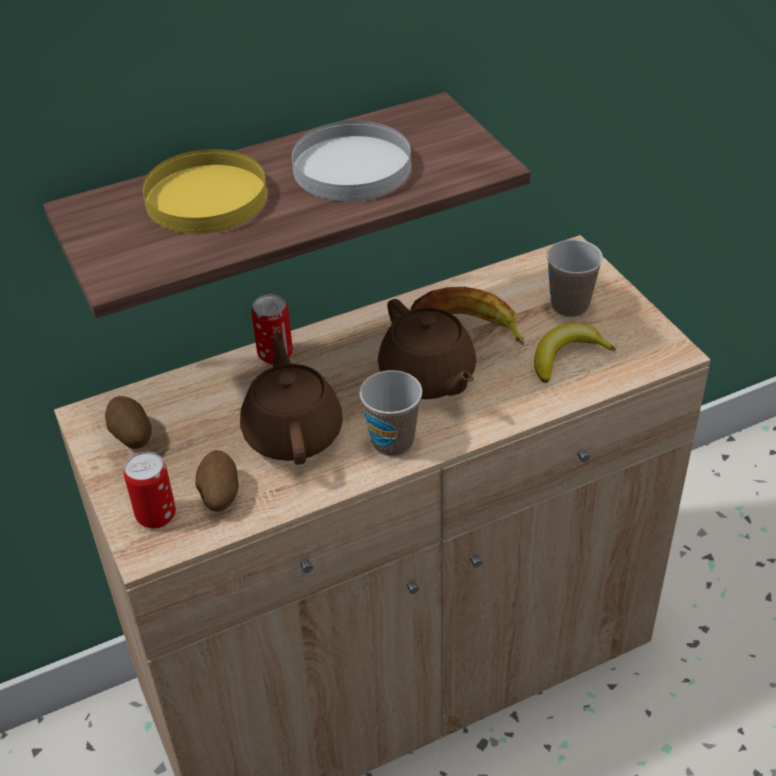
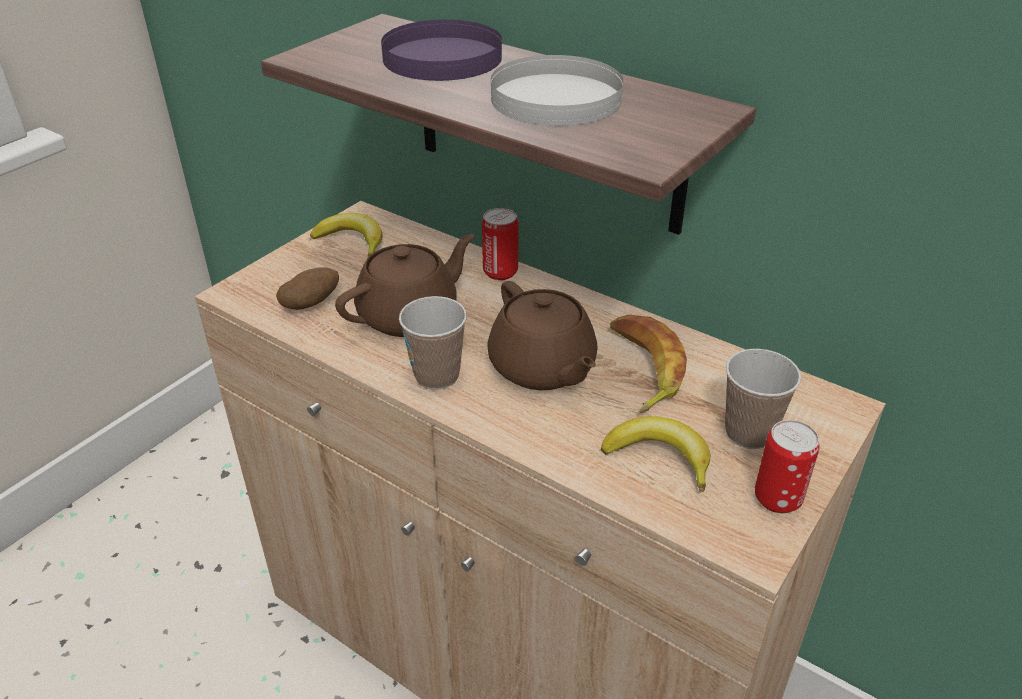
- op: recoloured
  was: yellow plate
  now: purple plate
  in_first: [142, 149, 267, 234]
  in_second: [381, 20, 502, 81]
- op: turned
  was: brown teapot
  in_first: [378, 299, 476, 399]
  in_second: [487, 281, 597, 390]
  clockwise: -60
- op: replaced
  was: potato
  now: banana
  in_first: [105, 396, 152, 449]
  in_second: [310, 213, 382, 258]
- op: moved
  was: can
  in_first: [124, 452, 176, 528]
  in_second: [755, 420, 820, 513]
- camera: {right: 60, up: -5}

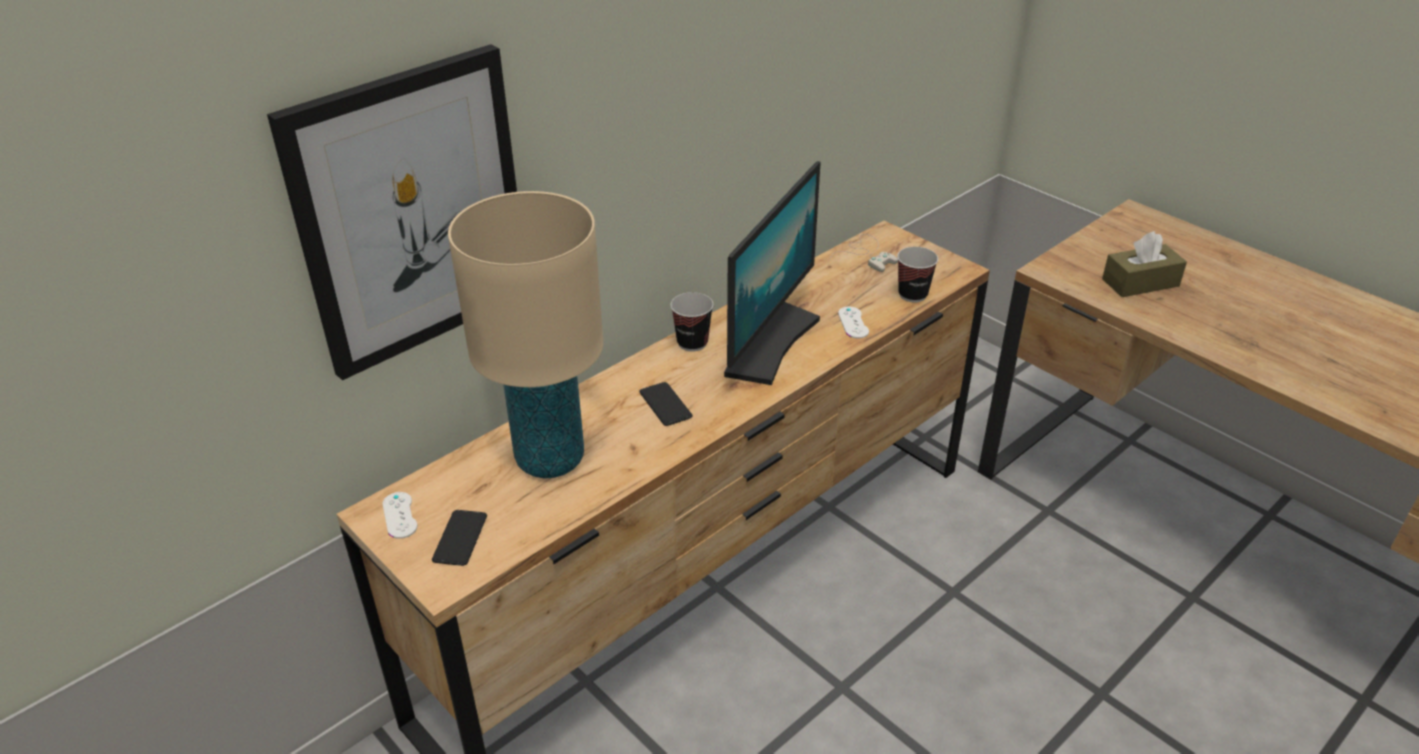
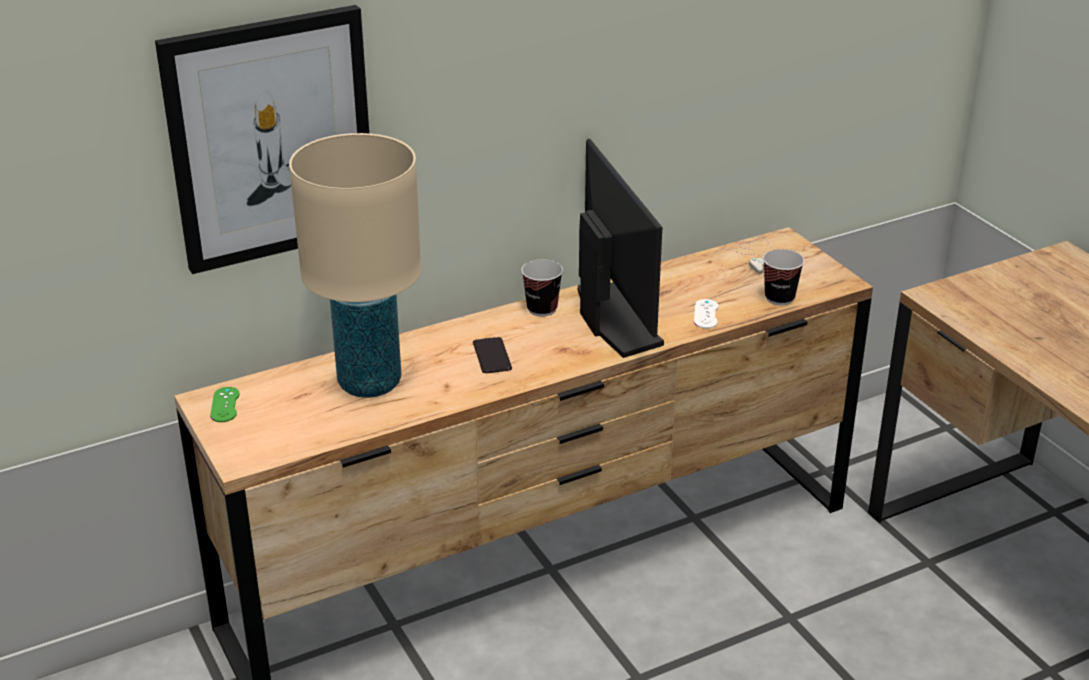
- op: turned
  was: monitor
  in_first: [724, 161, 821, 385]
  in_second: [578, 139, 664, 358]
  clockwise: -60
- op: removed
  was: brown tissue box
  in_first: [1102, 231, 1187, 297]
- op: recoloured
  was: white game controller
  now: green game controller
  in_first: [382, 492, 417, 539]
  in_second: [210, 387, 240, 422]
- op: removed
  was: phone
  in_first: [432, 510, 487, 566]
- camera: {right: 15, up: -5}

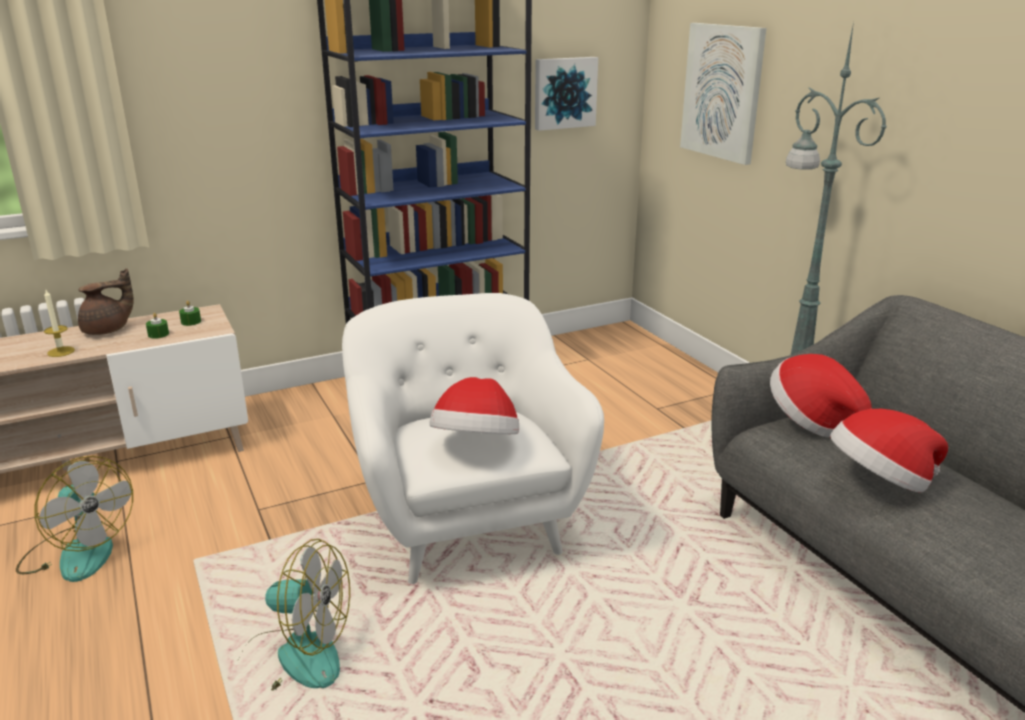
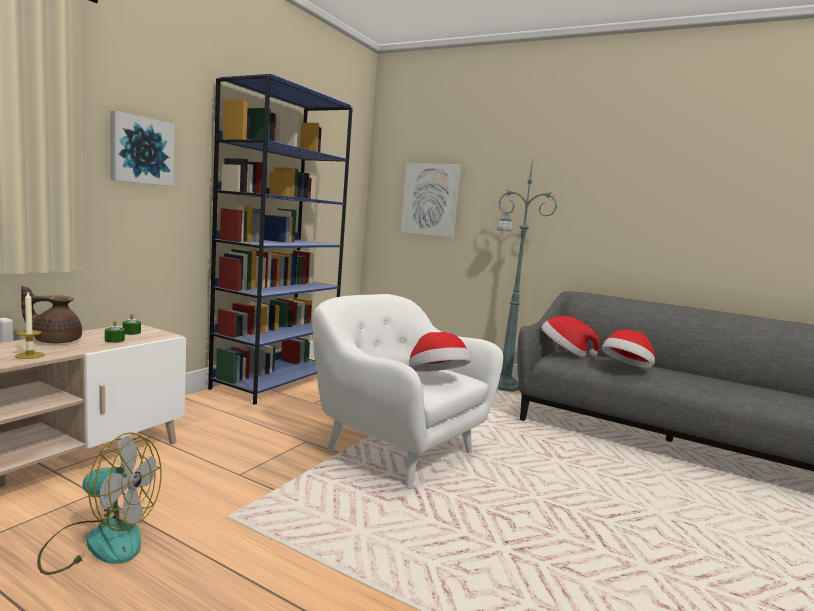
- op: moved
  was: picture
  in_first: [535, 57, 598, 131]
  in_second: [110, 111, 174, 186]
- op: turned
  was: brown teapot
  in_first: [78, 268, 134, 335]
  in_second: [21, 286, 82, 344]
  clockwise: -120
- op: removed
  was: fan
  in_first: [237, 539, 350, 691]
- camera: {right: -35, up: -15}

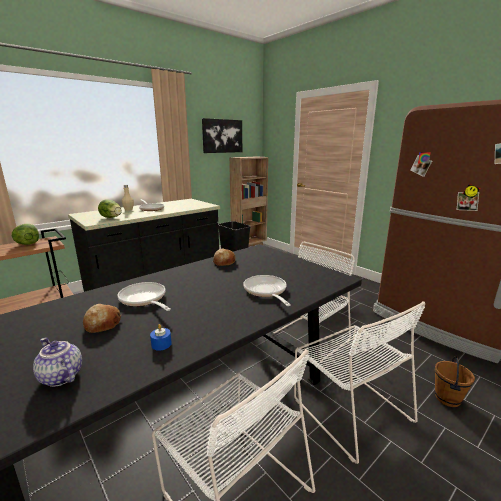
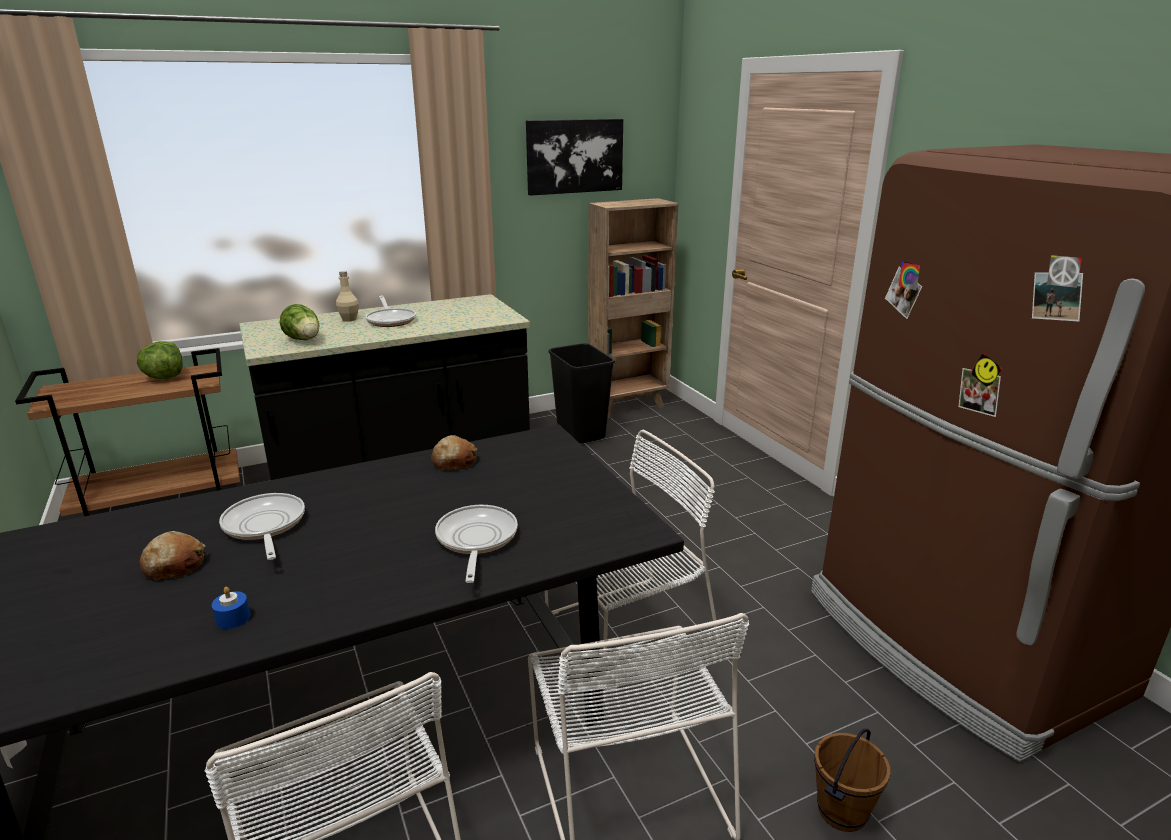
- op: removed
  was: teapot
  in_first: [33, 337, 82, 387]
- camera: {right: 15, up: 5}

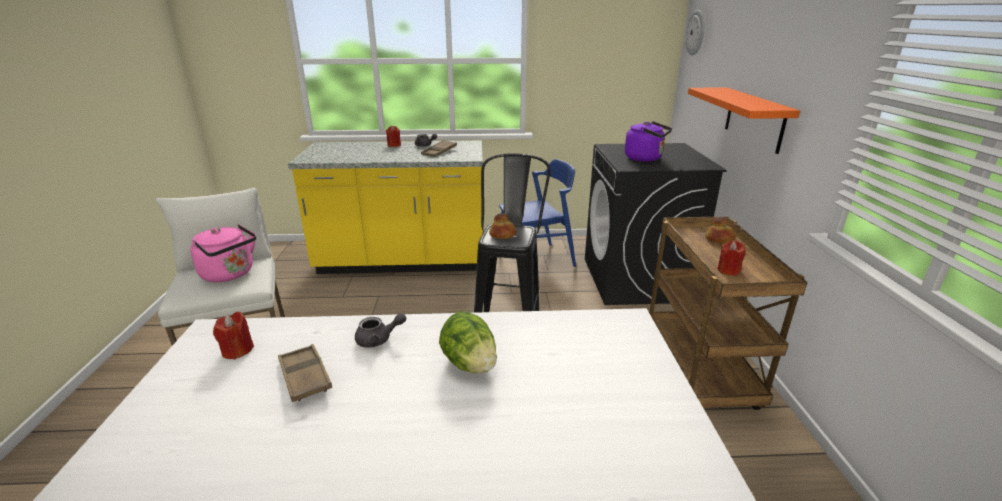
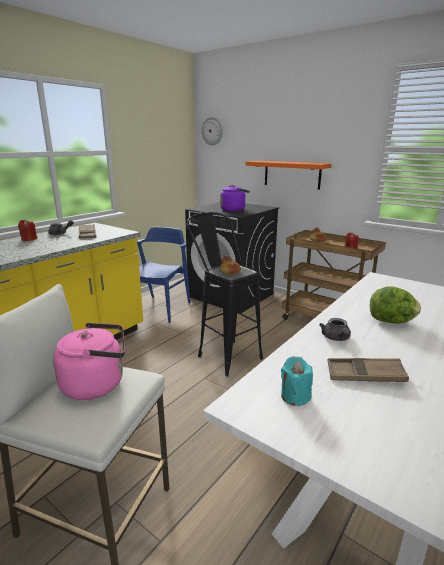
- op: recoloured
  was: red candle
  now: turquoise candle
  in_first: [213, 312, 254, 360]
  in_second: [281, 356, 313, 406]
- op: turned
  was: grey teapot
  in_first: [355, 313, 407, 348]
  in_second: [319, 318, 351, 341]
  clockwise: 150
- camera: {right: -50, up: -5}

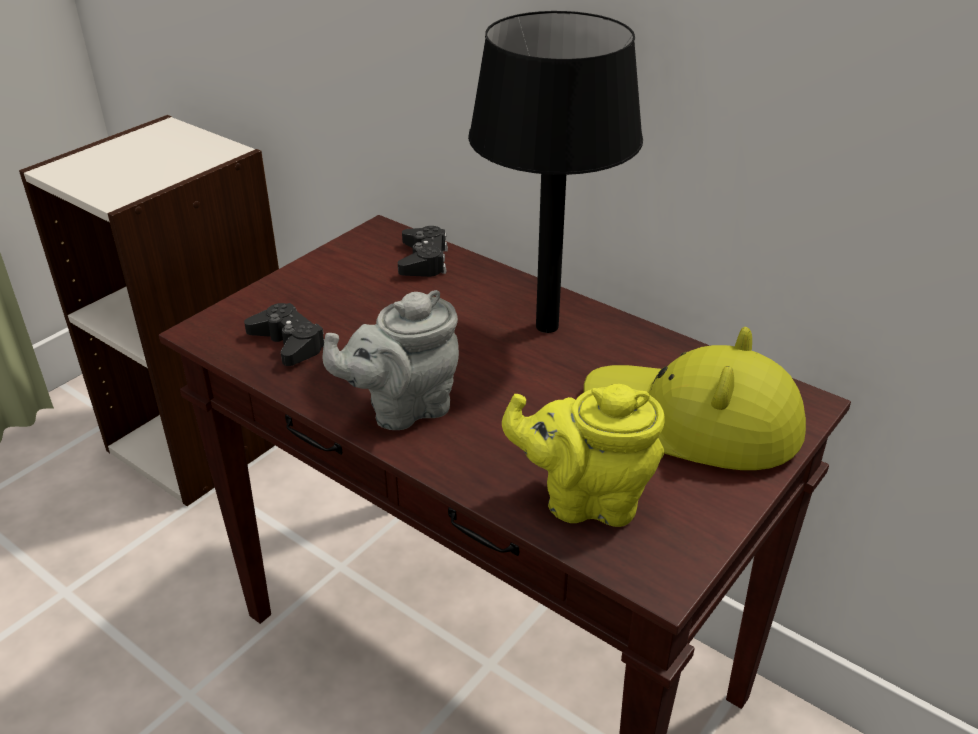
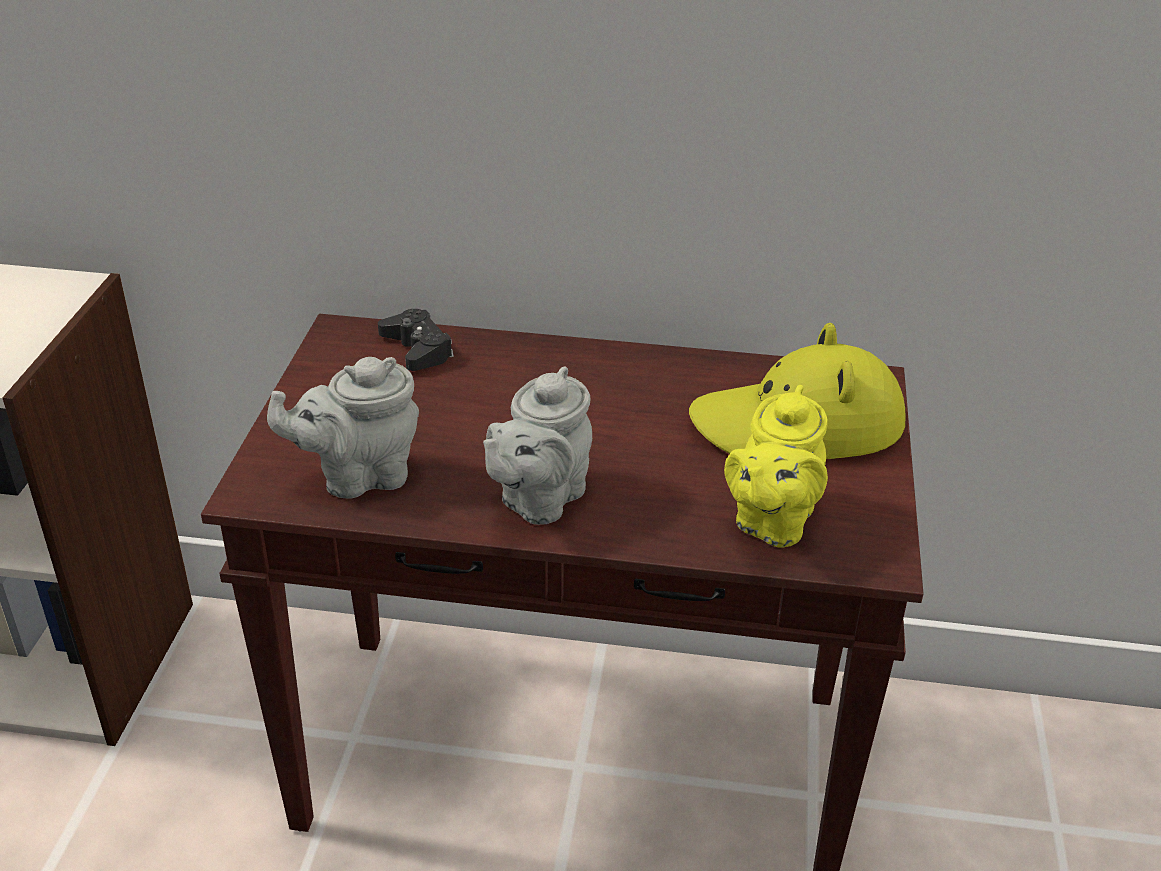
- op: removed
  was: black table lamp
  in_first: [468, 11, 643, 333]
- op: replaced
  was: black game controller
  now: grey teapot
  in_first: [244, 303, 325, 366]
  in_second: [267, 357, 419, 499]
- op: turned
  was: yellow teapot
  in_first: [502, 384, 665, 527]
  in_second: [724, 385, 828, 548]
  clockwise: -45
- camera: {right: -30, up: 0}

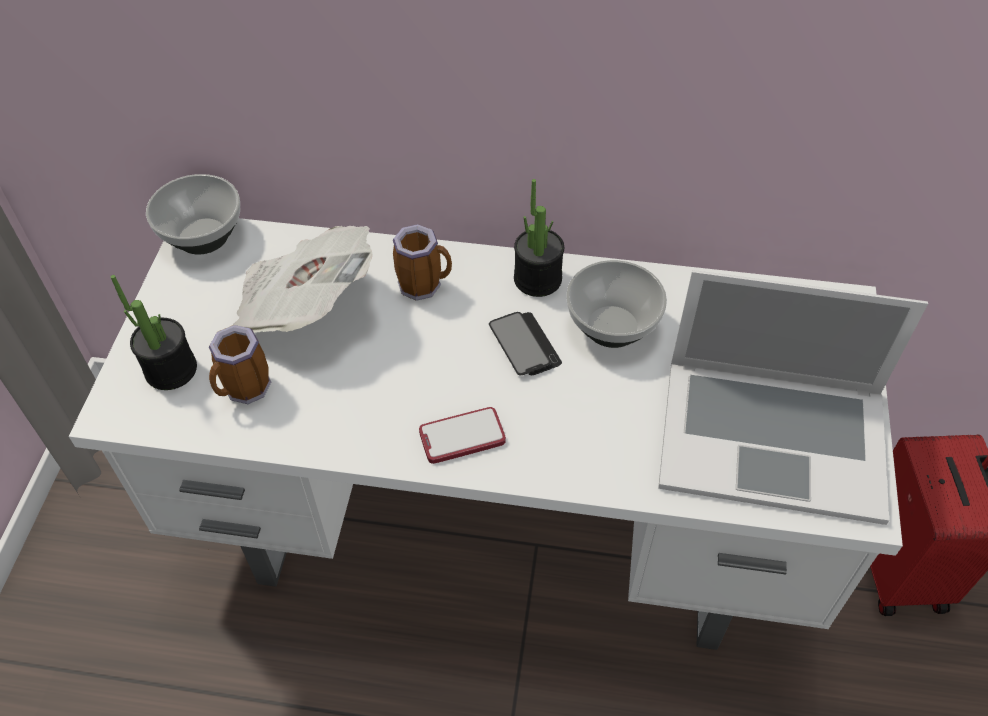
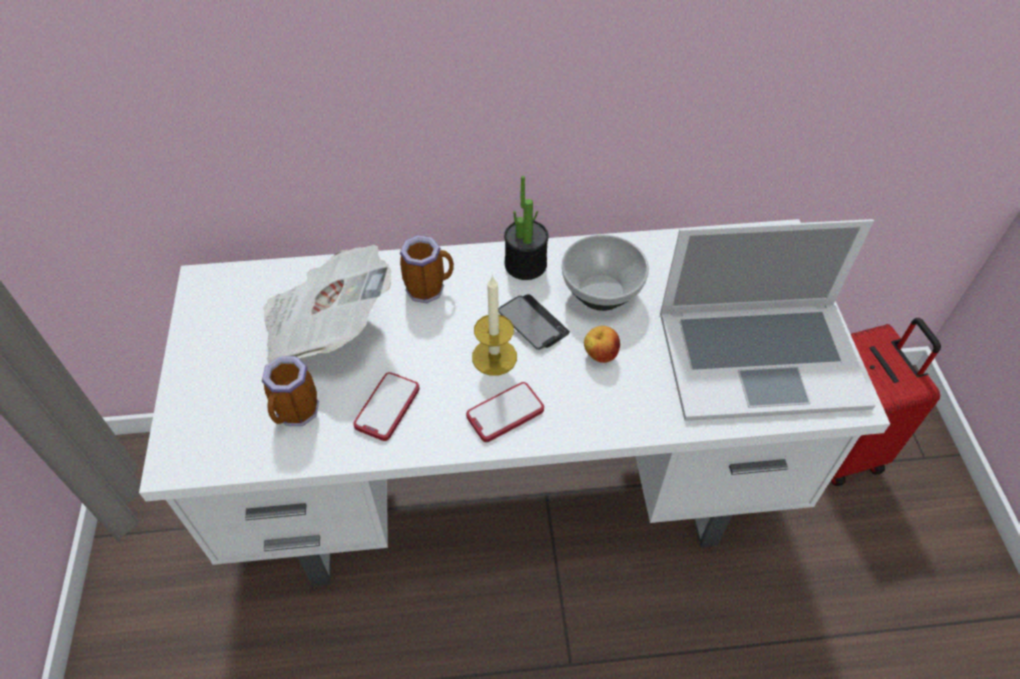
- op: removed
  was: bowl
  in_first: [146, 174, 240, 255]
- op: removed
  was: potted plant
  in_first: [111, 275, 197, 390]
- op: added
  now: candle
  in_second: [472, 275, 517, 376]
- op: added
  now: apple
  in_second: [584, 326, 620, 363]
- op: added
  now: phone
  in_second: [353, 372, 420, 441]
- camera: {right: -15, up: 0}

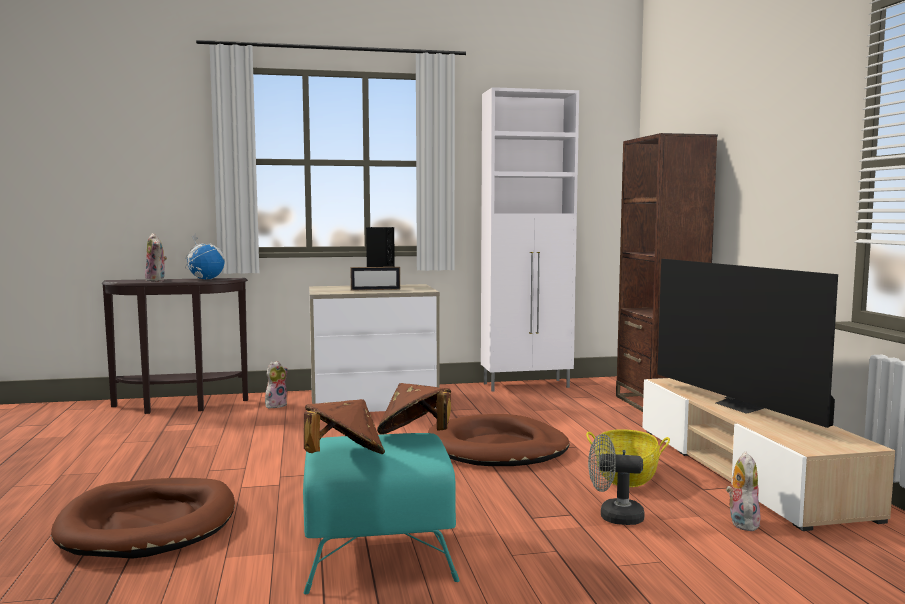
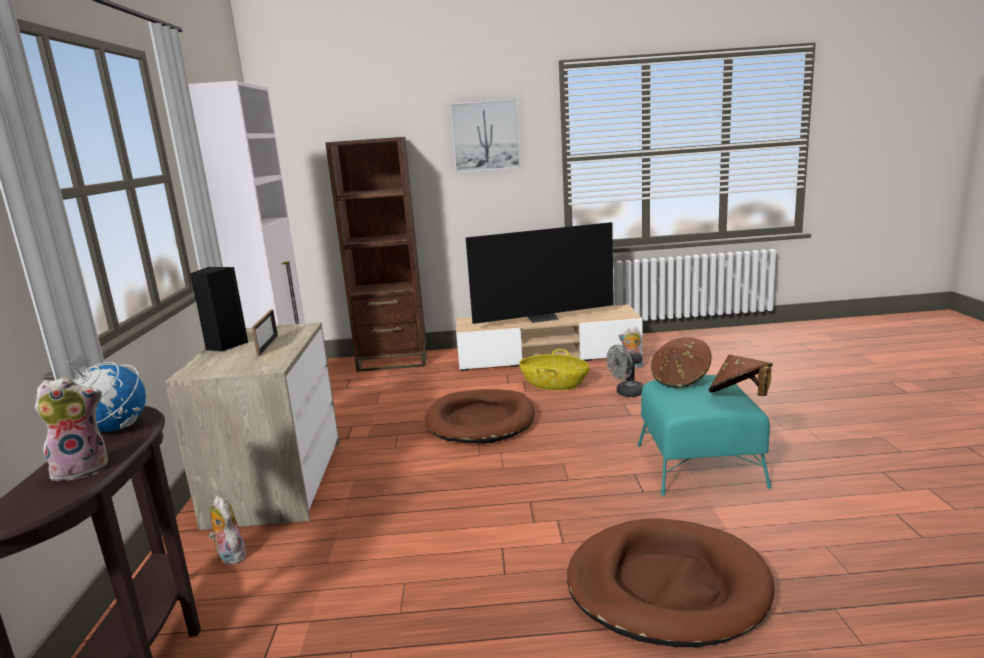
- op: turned
  was: grey fan
  in_first: [588, 434, 645, 525]
  in_second: [607, 345, 643, 397]
  clockwise: 45
- op: added
  now: picture
  in_second: [450, 99, 521, 173]
- camera: {right: -80, up: 10}

